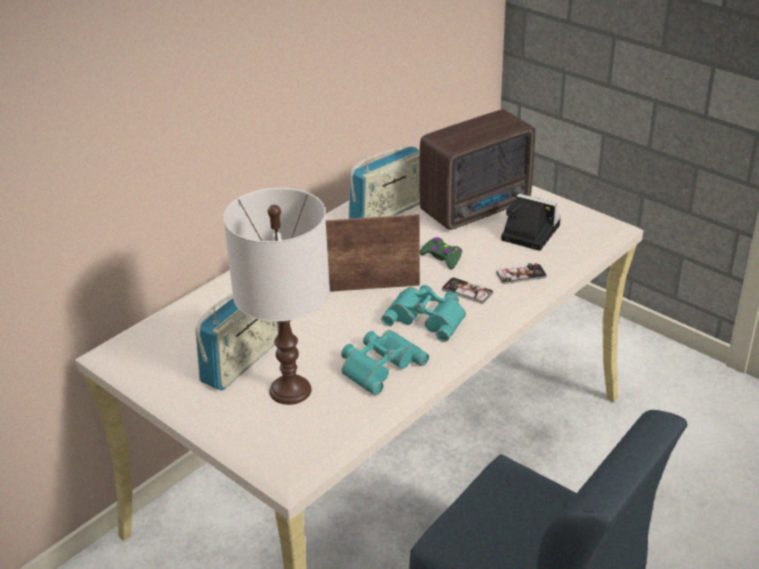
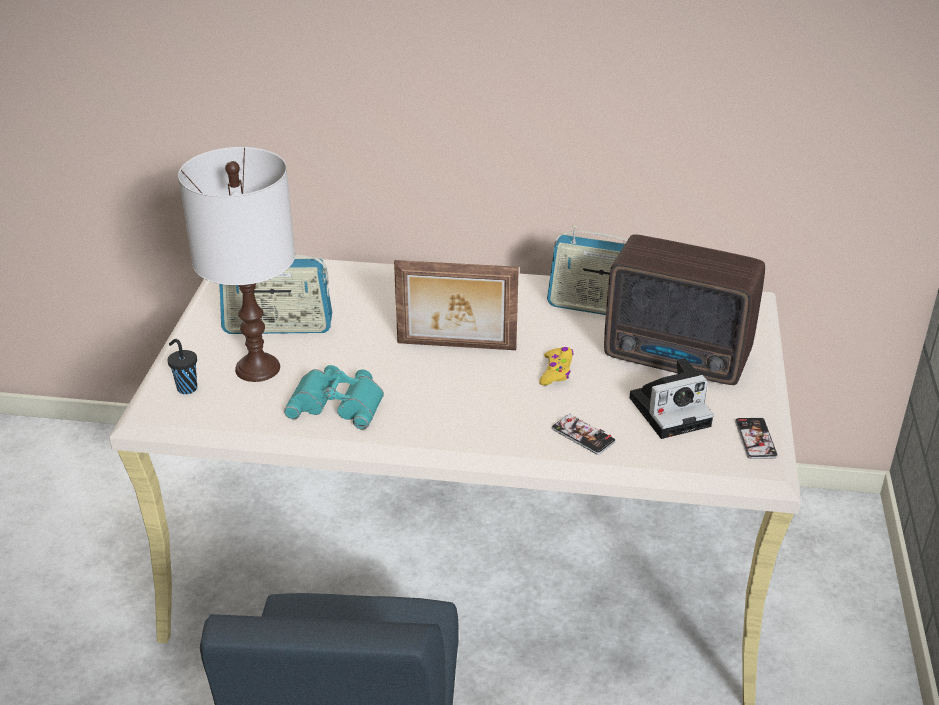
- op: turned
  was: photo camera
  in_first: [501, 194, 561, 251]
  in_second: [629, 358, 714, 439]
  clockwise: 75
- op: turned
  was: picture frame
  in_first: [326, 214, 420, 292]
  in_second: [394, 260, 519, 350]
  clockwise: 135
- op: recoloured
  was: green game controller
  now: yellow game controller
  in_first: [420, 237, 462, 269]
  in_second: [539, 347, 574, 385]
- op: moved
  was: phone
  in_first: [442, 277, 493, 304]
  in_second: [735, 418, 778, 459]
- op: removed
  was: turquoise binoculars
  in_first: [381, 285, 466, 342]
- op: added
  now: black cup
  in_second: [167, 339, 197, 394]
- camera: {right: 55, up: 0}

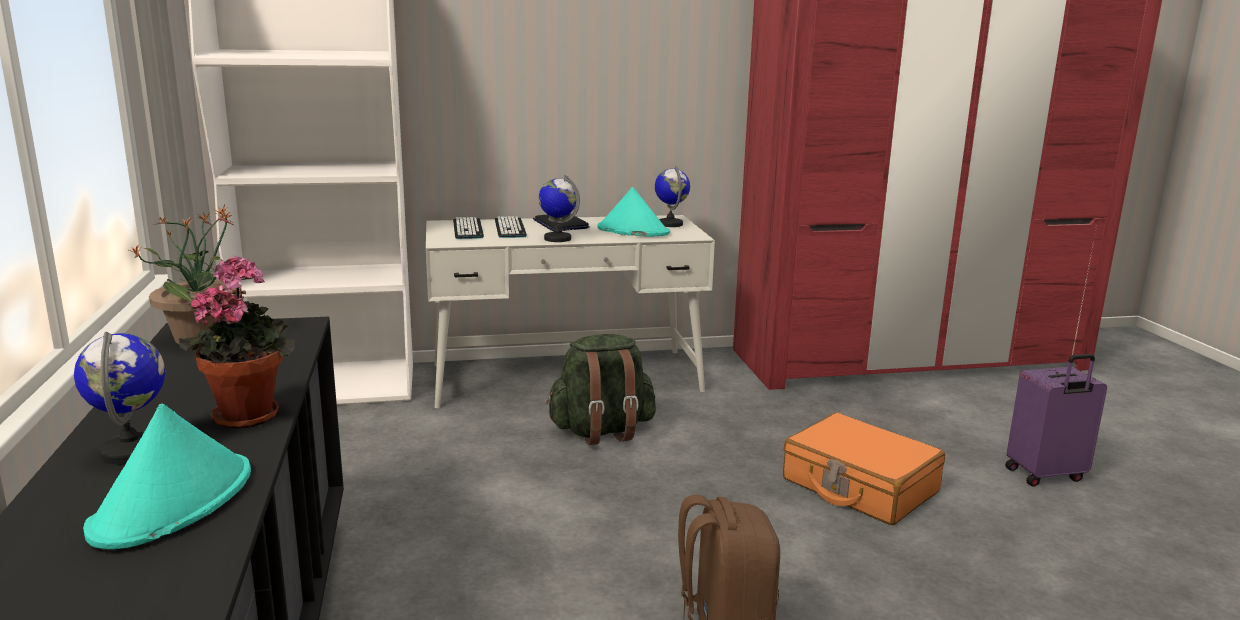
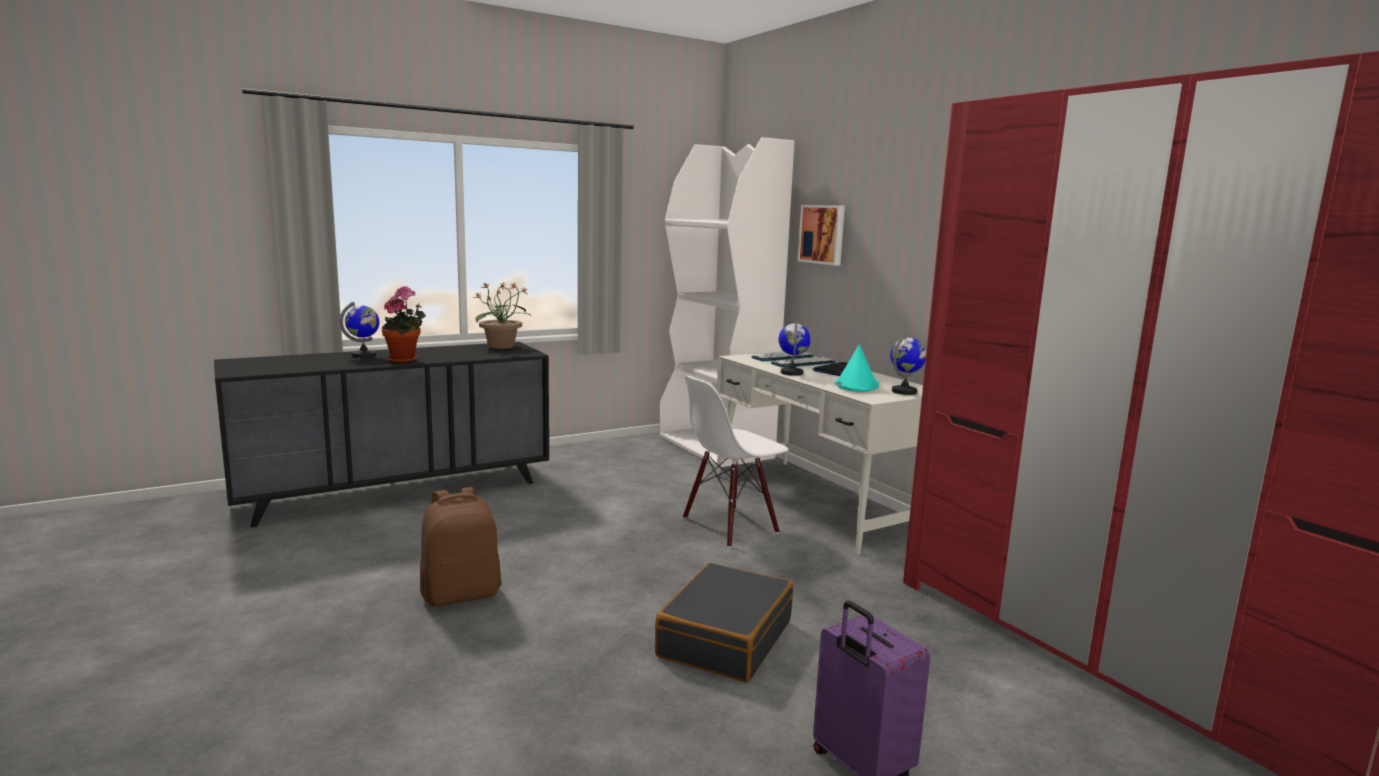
- op: replaced
  was: green backpack
  now: white chair
  in_first: [546, 334, 656, 445]
  in_second: [683, 376, 788, 548]
- op: removed
  was: turquoise hat
  in_first: [83, 404, 251, 549]
- op: recoloured
  was: orange suitcase
  now: black suitcase
  in_first: [783, 413, 945, 525]
  in_second: [655, 563, 793, 682]
- op: added
  now: picture
  in_second: [797, 205, 845, 266]
- camera: {right: 70, up: -5}

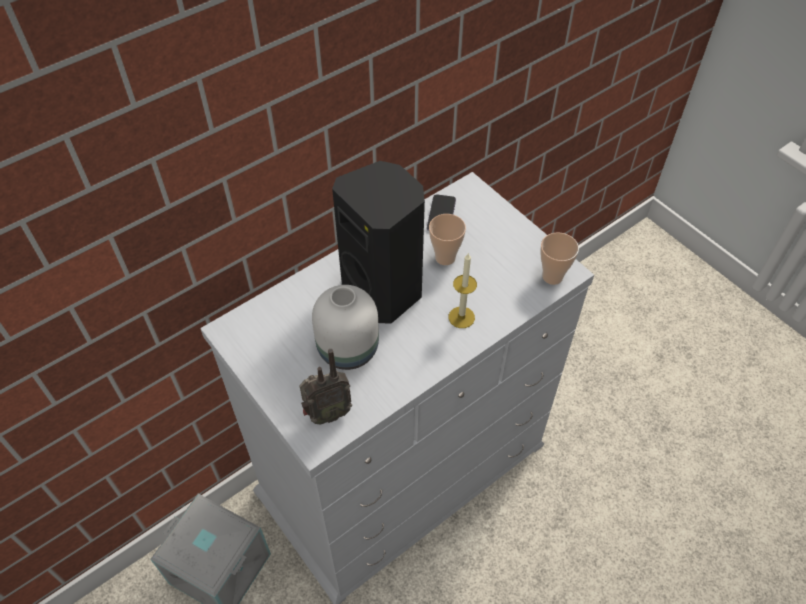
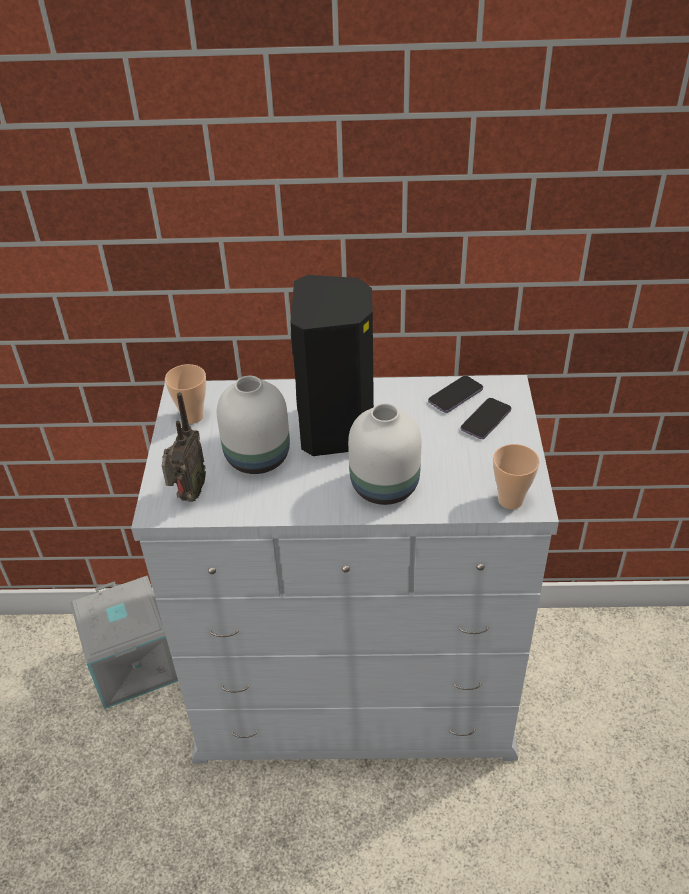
- op: moved
  was: cup
  in_first: [429, 214, 466, 265]
  in_second: [165, 364, 206, 424]
- op: replaced
  was: candle
  now: white vase
  in_first: [449, 254, 477, 328]
  in_second: [348, 403, 422, 505]
- op: turned
  was: radio
  in_first: [299, 349, 352, 424]
  in_second: [162, 392, 206, 502]
  clockwise: -90
- op: added
  now: phone
  in_second: [461, 398, 511, 439]
- camera: {right: 40, up: -10}

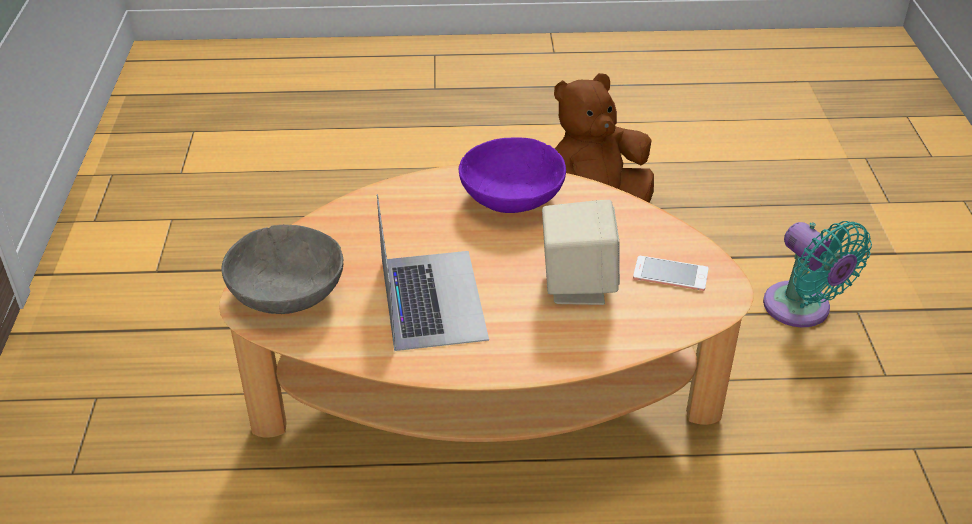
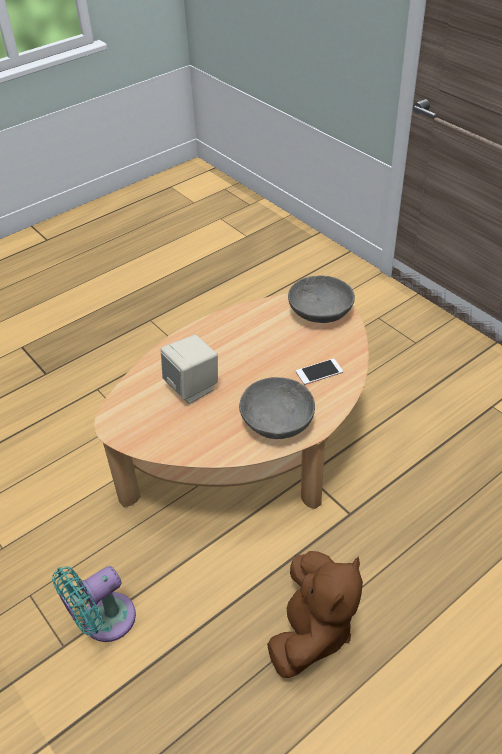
- op: recoloured
  was: purple bowl
  now: grey bowl
  in_first: [459, 138, 566, 213]
  in_second: [239, 377, 315, 439]
- op: removed
  was: laptop
  in_first: [377, 194, 489, 351]
- op: turned
  was: turquoise fan
  in_first: [763, 221, 872, 327]
  in_second: [52, 566, 136, 642]
  clockwise: -60
- op: moved
  was: phone
  in_first: [633, 256, 708, 291]
  in_second: [296, 359, 343, 385]
- camera: {right: 145, up: 5}

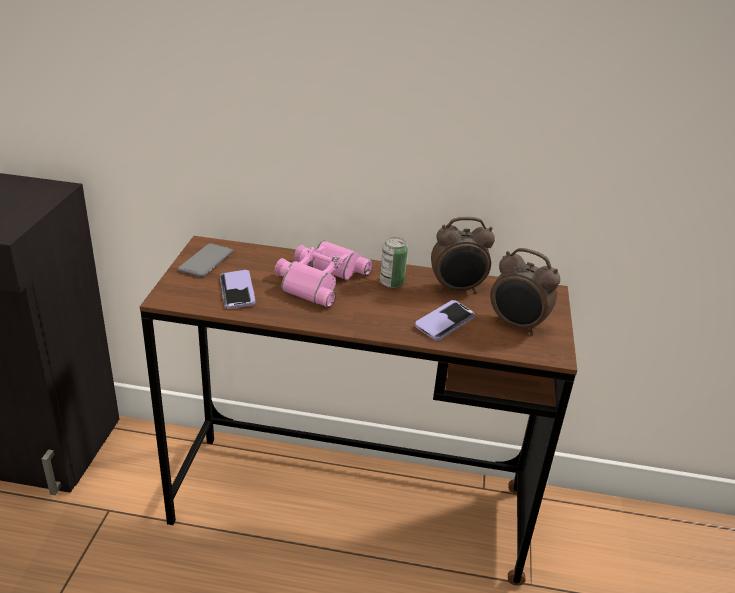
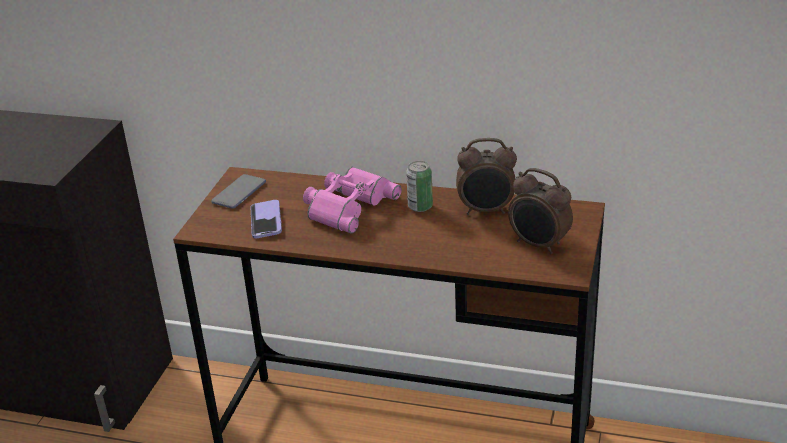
- op: removed
  was: phone
  in_first: [415, 300, 475, 340]
- camera: {right: 10, up: 0}

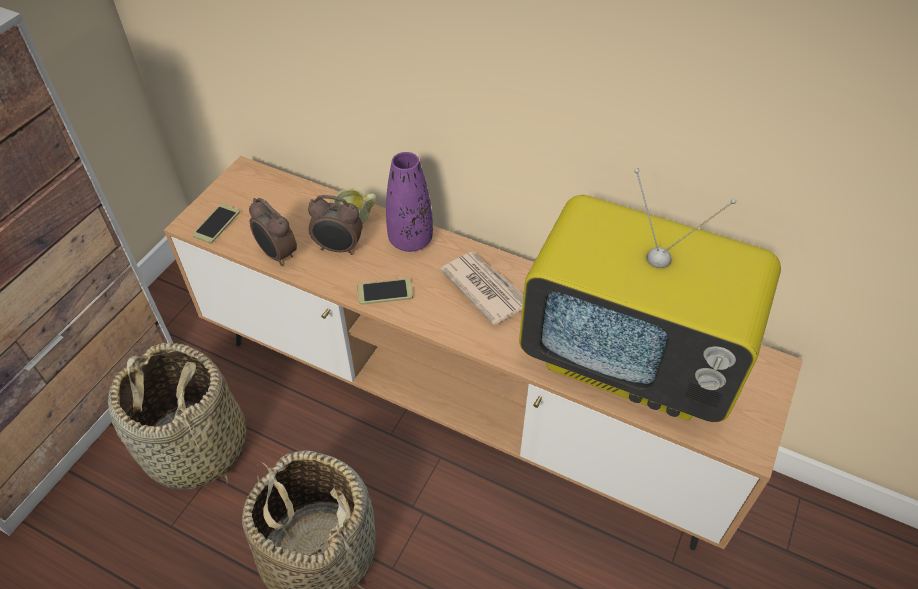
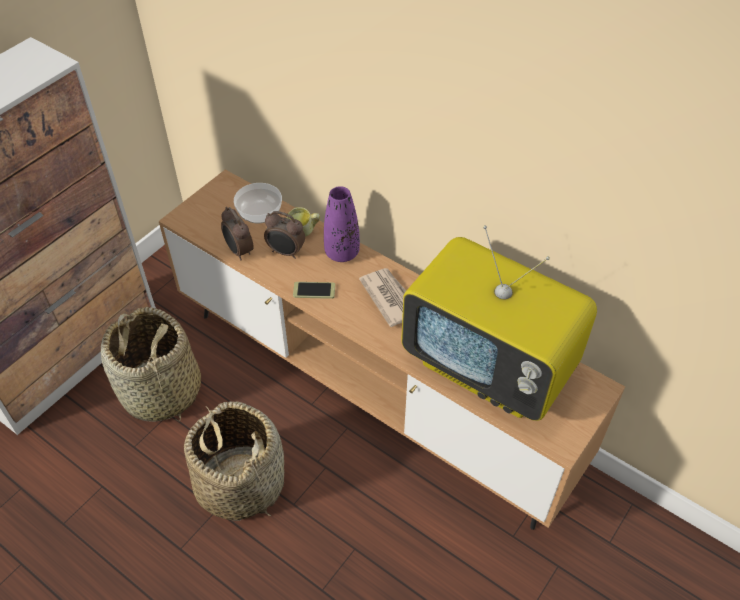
- op: removed
  was: phone
  in_first: [192, 204, 240, 243]
- op: added
  now: bowl
  in_second: [234, 183, 282, 224]
- camera: {right: 10, up: 0}

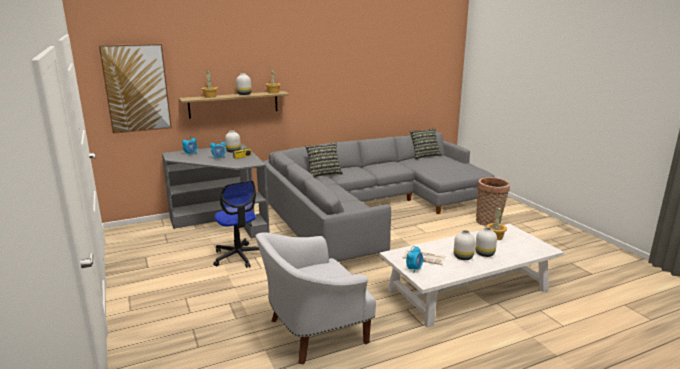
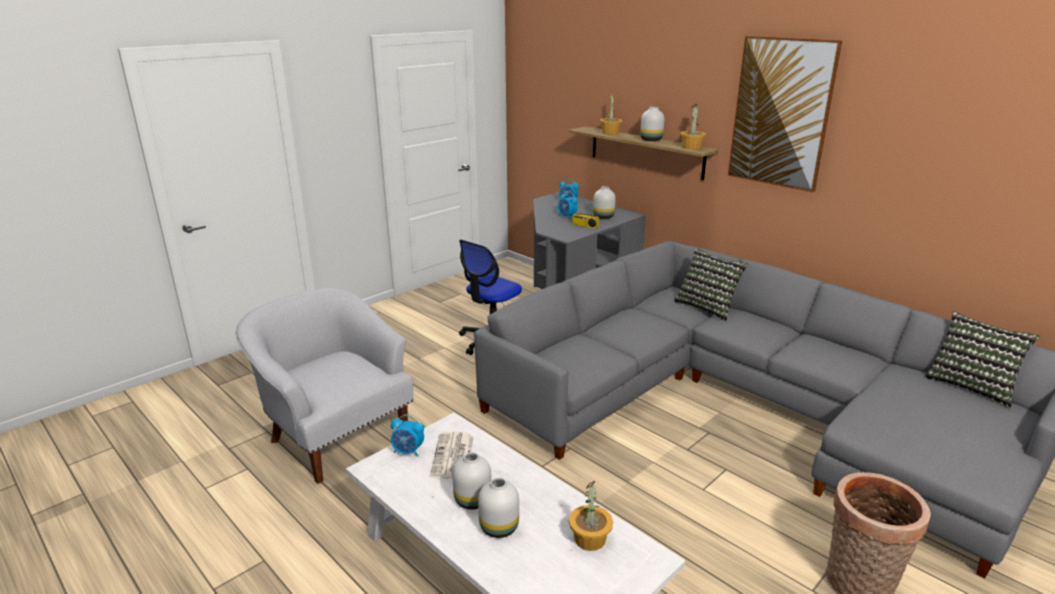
- op: moved
  was: picture
  in_first: [99, 44, 172, 134]
  in_second: [728, 36, 842, 192]
- camera: {right: 70, up: 5}

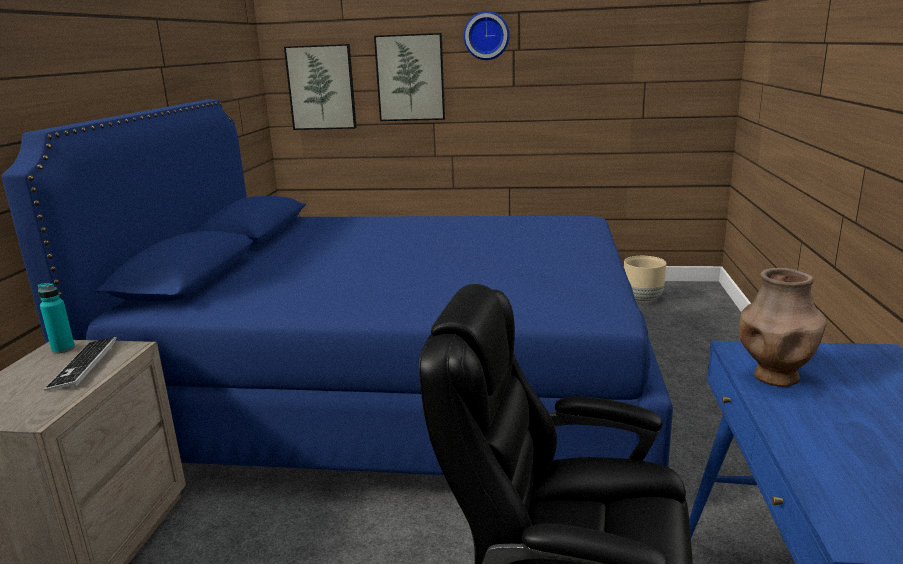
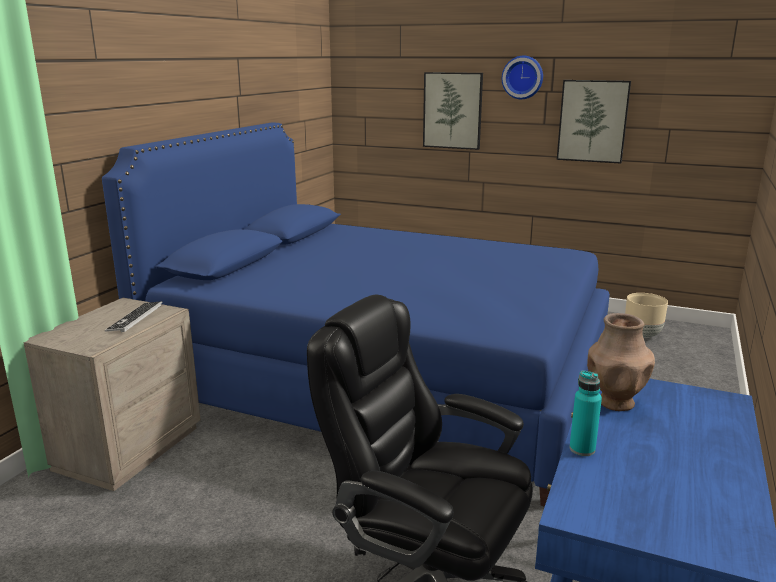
- op: moved
  was: picture
  in_first: [284, 44, 357, 130]
  in_second: [557, 80, 631, 164]
- op: moved
  was: turquoise bottle
  in_first: [38, 283, 75, 354]
  in_second: [569, 371, 602, 456]
- camera: {right: 15, up: 0}

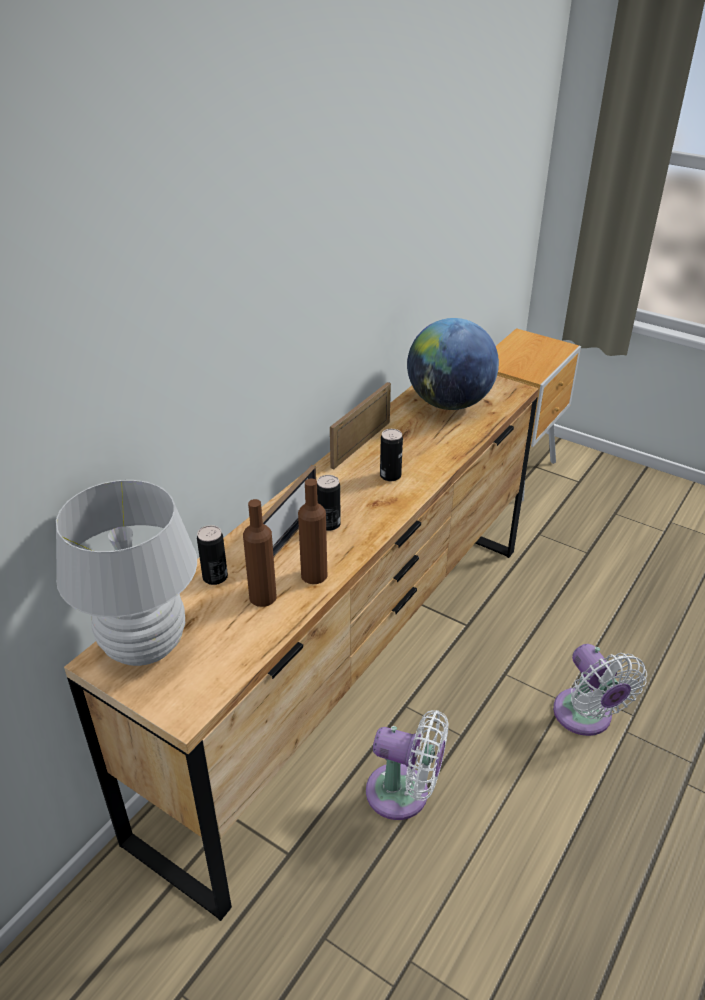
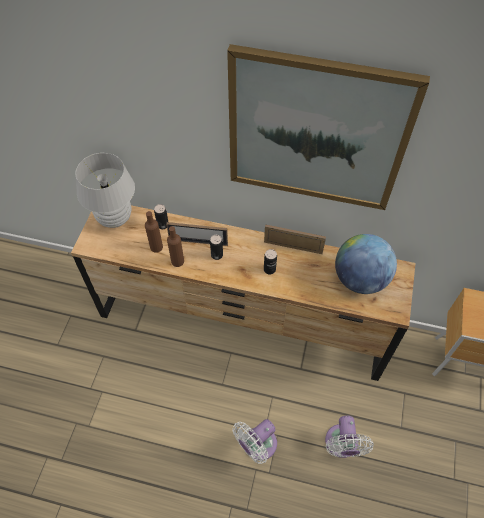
- op: moved
  was: white fan
  in_first: [366, 710, 449, 820]
  in_second: [325, 416, 374, 458]
- op: added
  now: picture
  in_second: [227, 44, 430, 210]
- camera: {right: 70, up: 20}

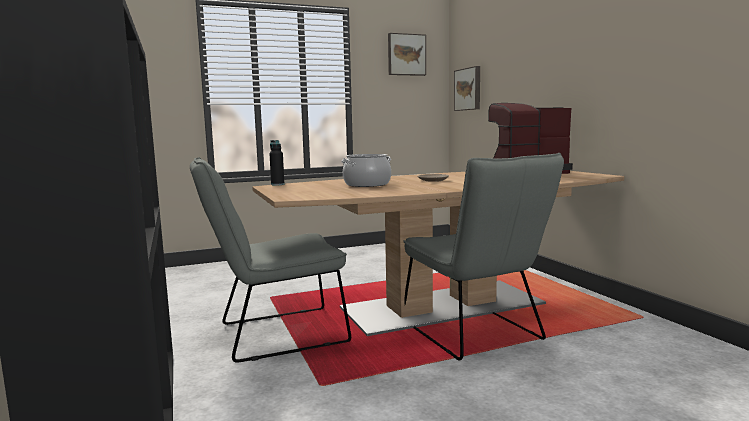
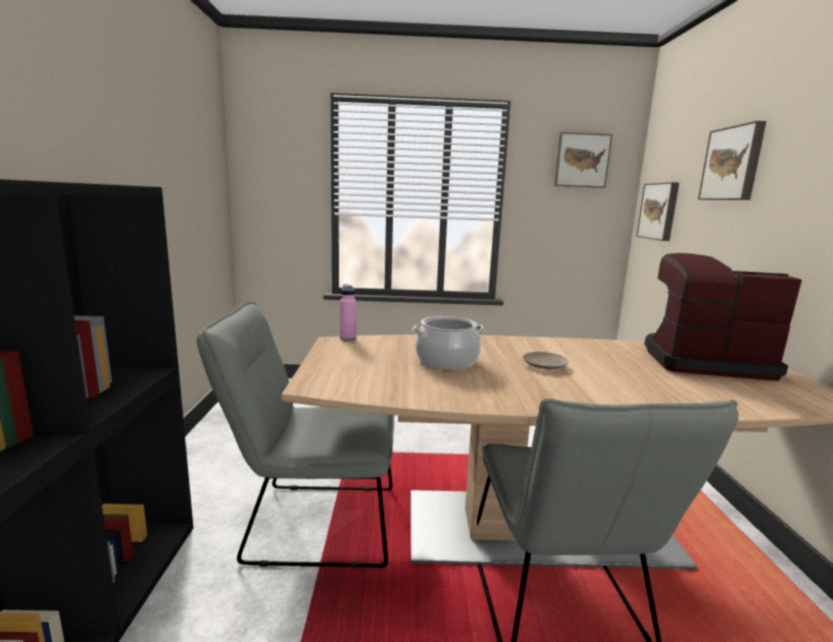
- op: recoloured
  was: black bottle
  now: pink bottle
  in_first: [269, 140, 284, 186]
  in_second: [340, 284, 357, 341]
- op: added
  now: picture
  in_second: [698, 121, 766, 200]
- camera: {right: 20, up: 5}

